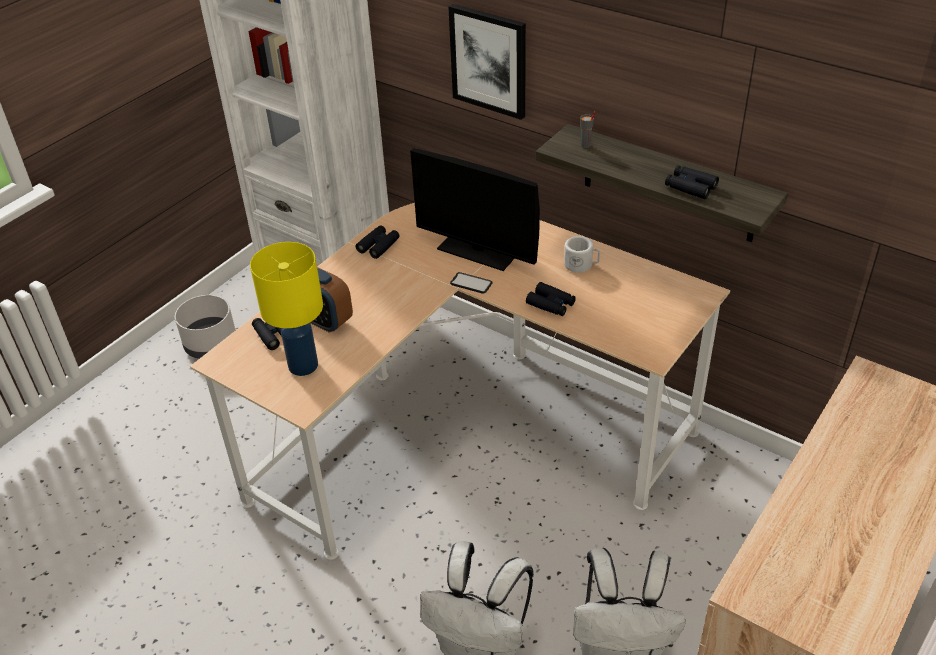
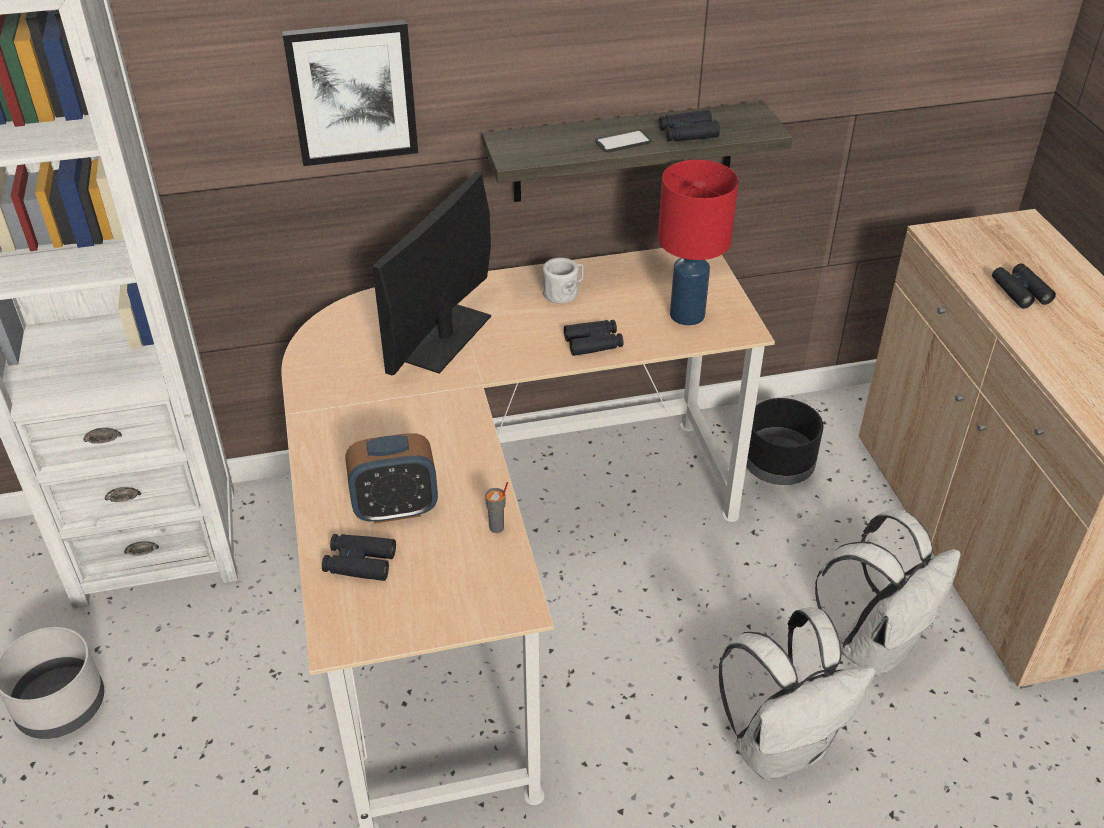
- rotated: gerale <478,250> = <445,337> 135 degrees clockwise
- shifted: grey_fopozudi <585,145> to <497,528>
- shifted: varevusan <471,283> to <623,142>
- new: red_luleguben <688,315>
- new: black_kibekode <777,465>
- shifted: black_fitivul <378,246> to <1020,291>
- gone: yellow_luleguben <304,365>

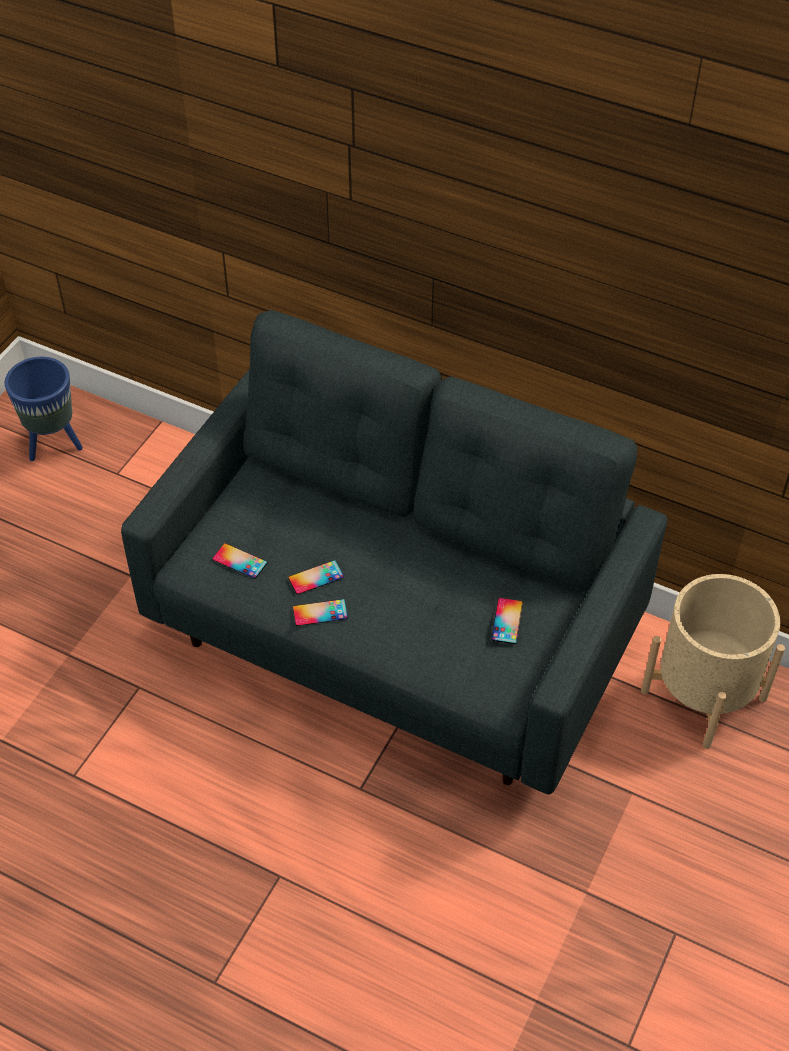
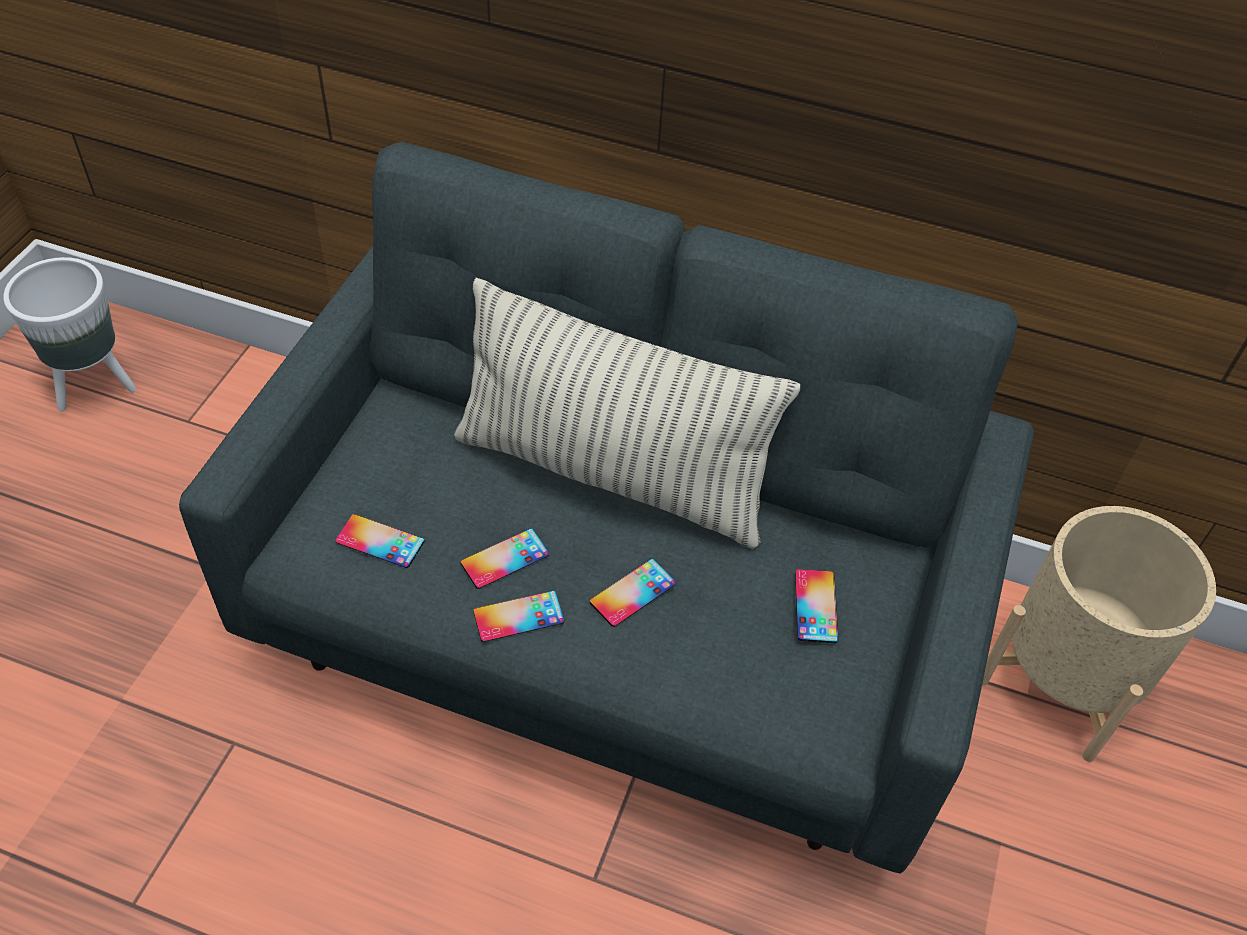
- repainted: blue_kibekode <54,444> to white_kibekode <95,386>
- new: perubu <612,474>
- new: varevusan <632,592>

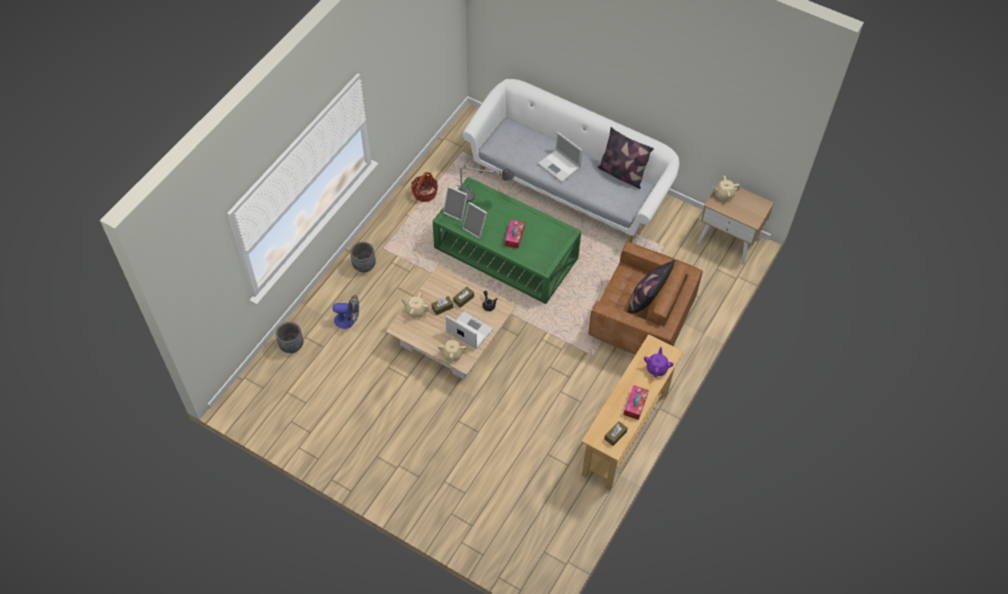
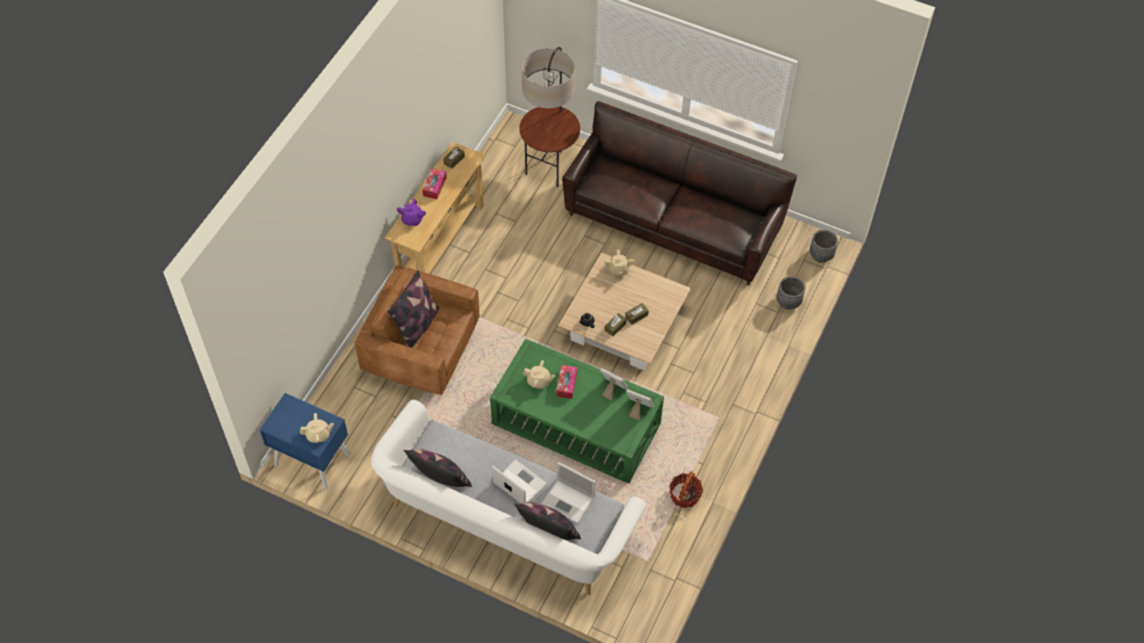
- repainted: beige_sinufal <728,241> to blue_sinufal <311,459>
- new: perubu <549,532>
- new: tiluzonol <550,167>
- shifted: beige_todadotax <416,310> to <539,381>
- shifted: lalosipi <468,330> to <569,500>
- new: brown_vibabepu <672,224>
- shifted: grey_kibekode <364,266> to <821,255>
- gone: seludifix <348,320>
- gone: luleguben <483,198>

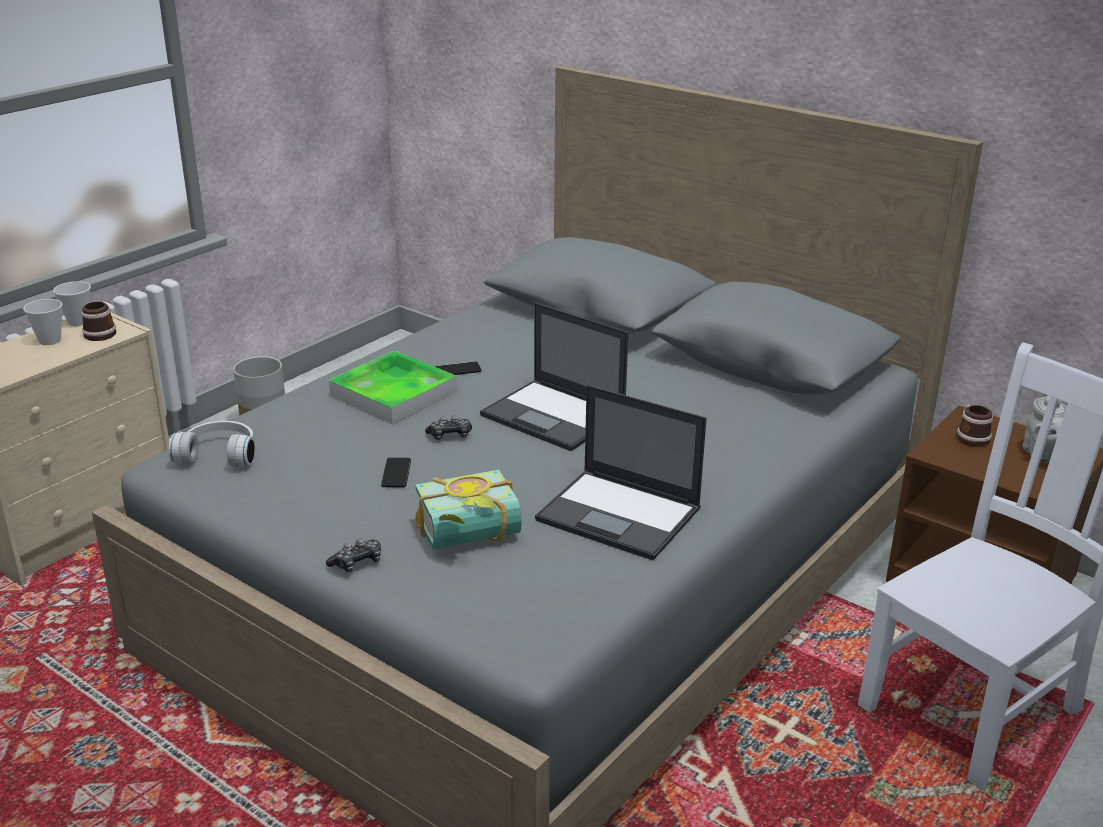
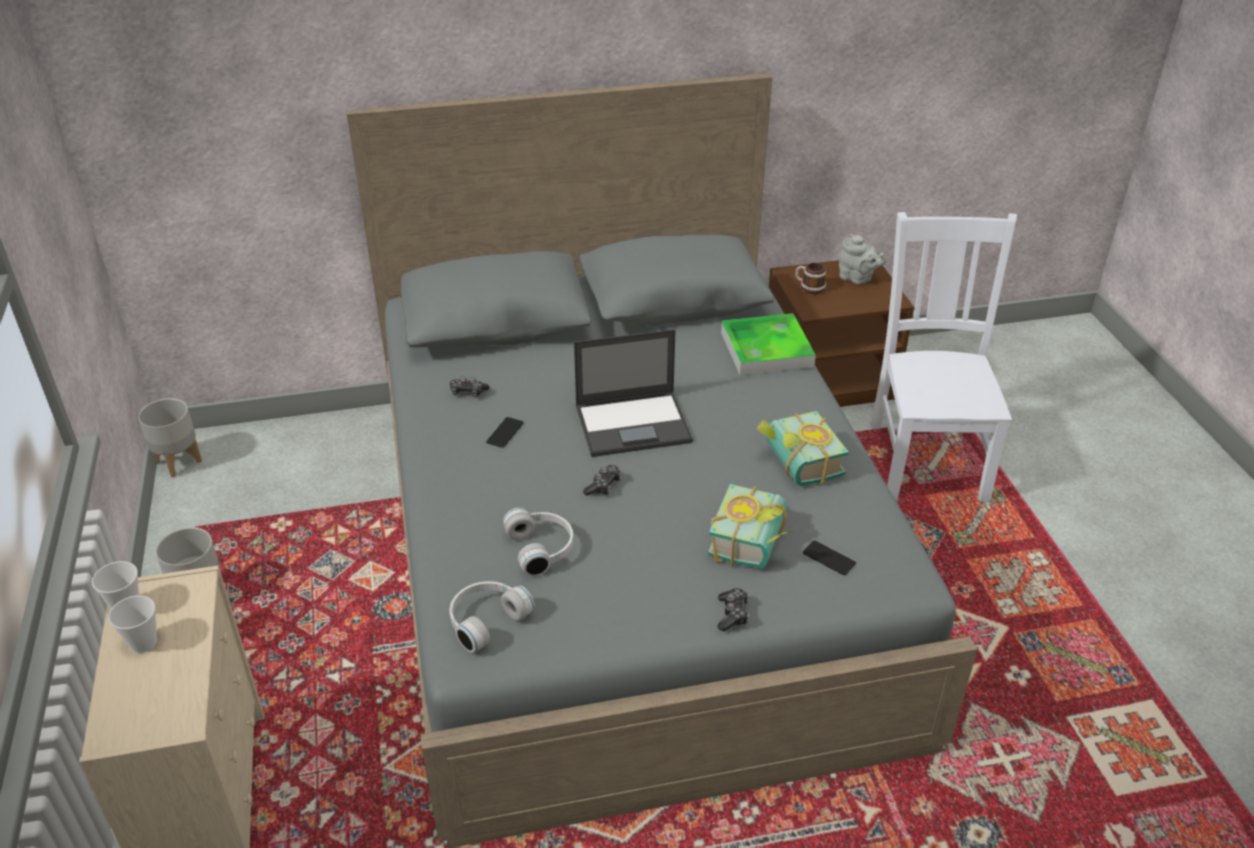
- new: grey_kibekode <178,461>
- new: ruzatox <468,392>
- new: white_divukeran <542,548>
- shifted: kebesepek <393,393> to <766,349>
- swapped: lalosipi <620,515> to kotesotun <796,465>
- shifted: varevusan <396,473> to <829,558>
- gone: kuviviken <101,333>

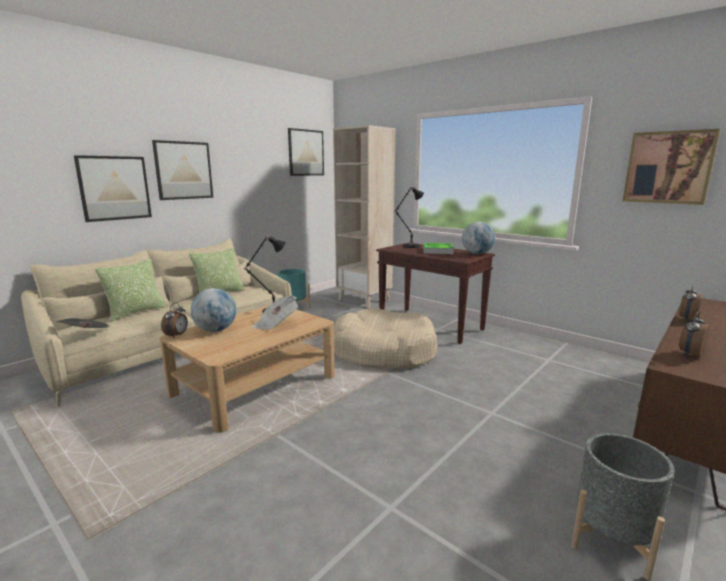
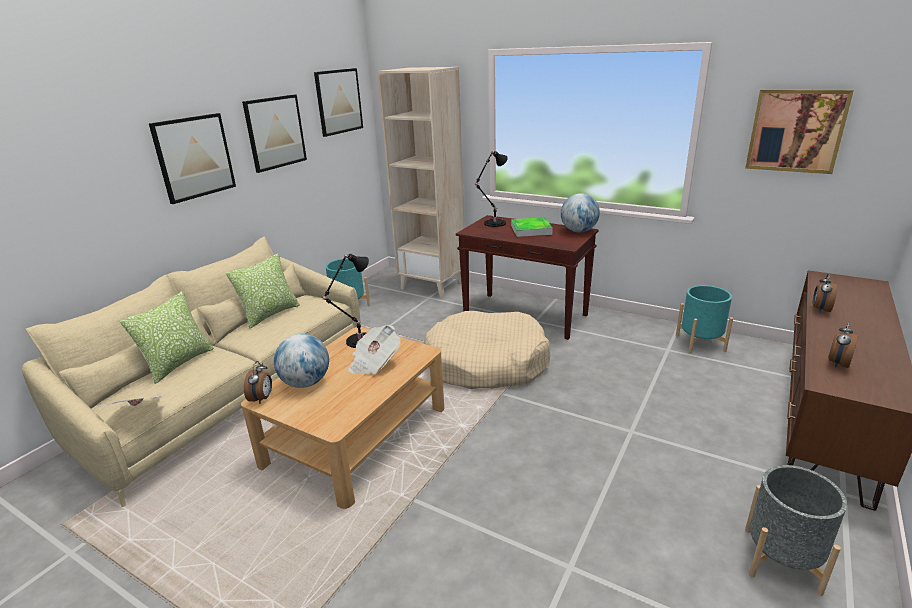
- shifted: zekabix <114,188> to <275,132>
- new: turquoise_kibekode <700,343>

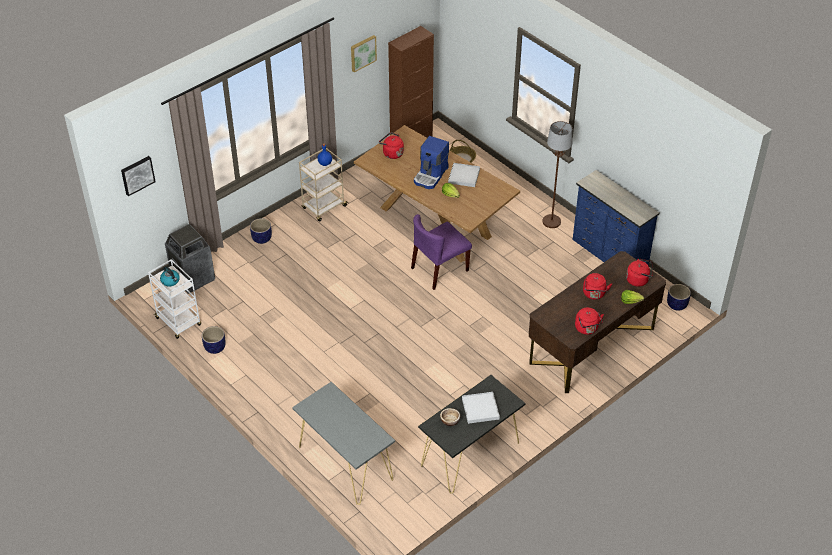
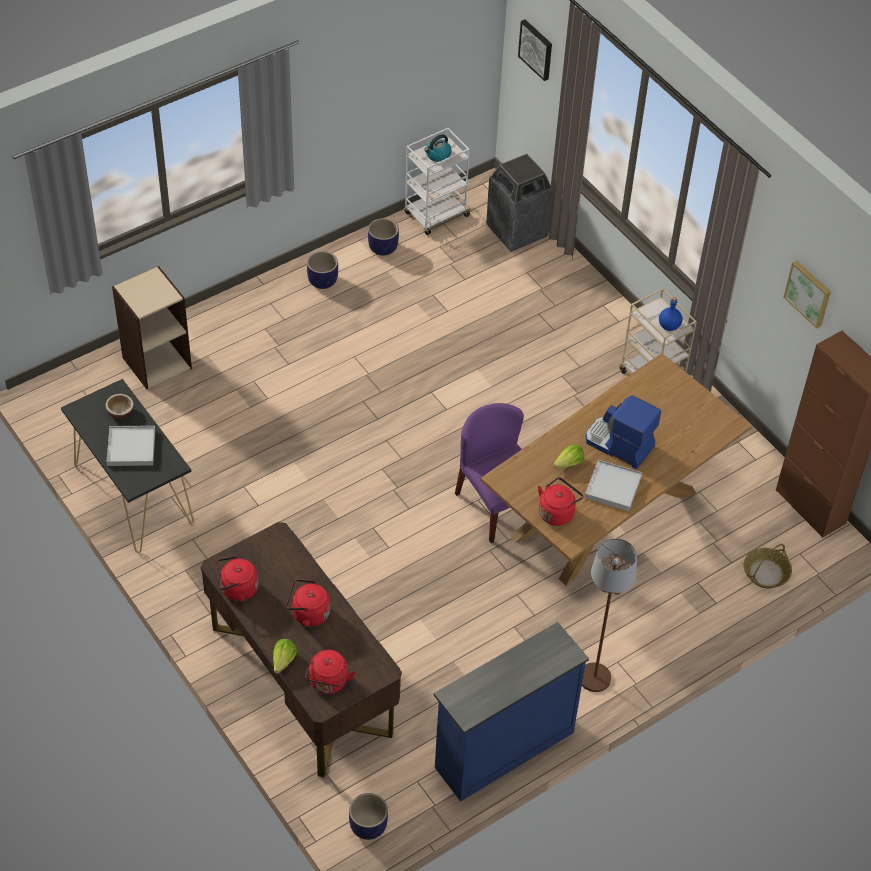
- swapped: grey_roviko <345,463> to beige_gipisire <156,362>
- shifted: kibekode <262,238> to <323,281>
- shifted: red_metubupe <391,153> to <557,512>

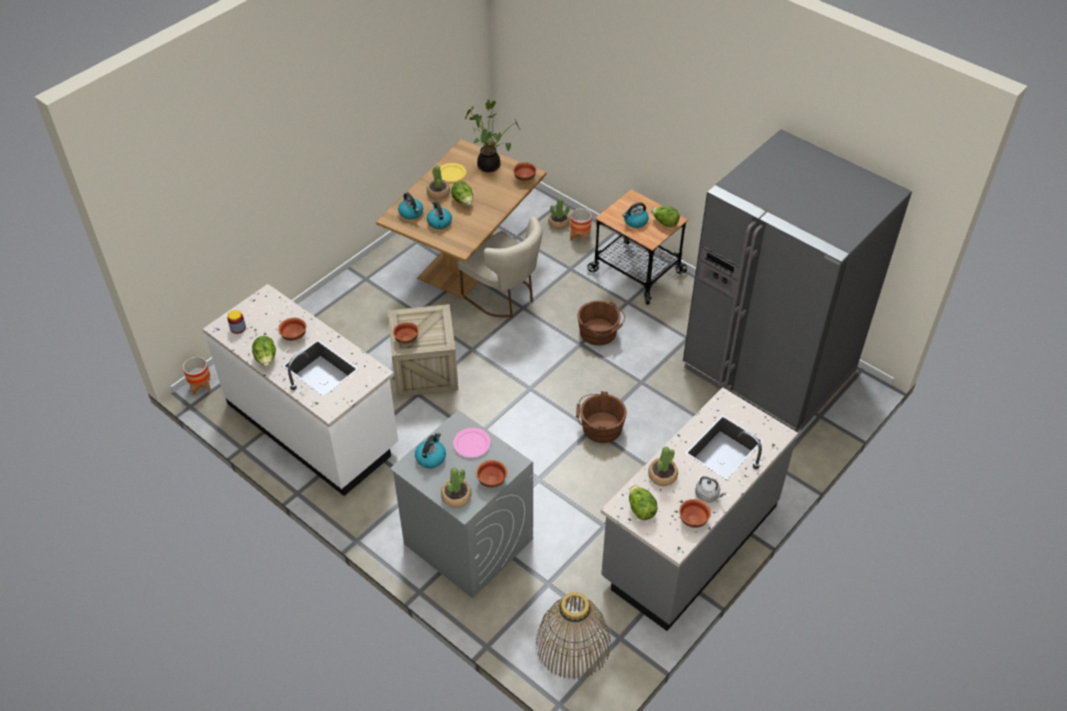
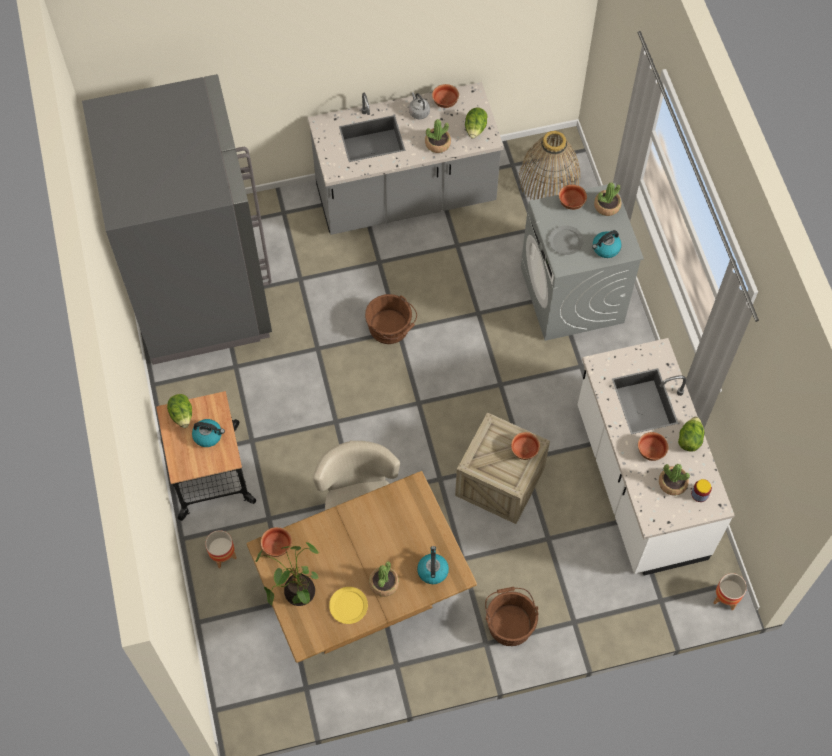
- shifted: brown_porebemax <600,333> to <509,622>
- repainted: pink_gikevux <472,444> to grey_gikevux <565,241>
- shifted: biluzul <558,223> to <672,483>
- gone: metubupe <439,222>
- gone: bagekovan <463,201>

